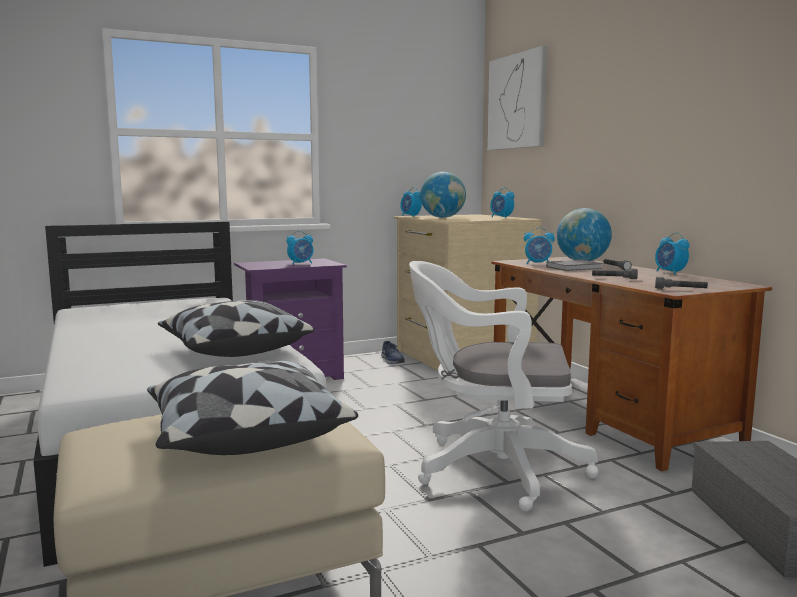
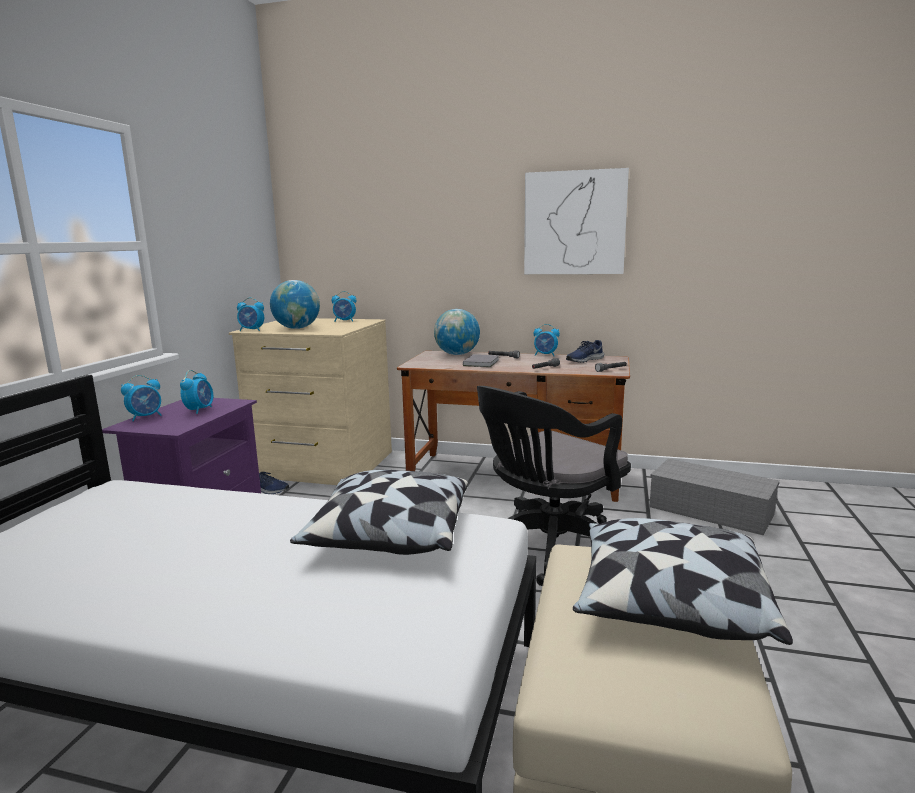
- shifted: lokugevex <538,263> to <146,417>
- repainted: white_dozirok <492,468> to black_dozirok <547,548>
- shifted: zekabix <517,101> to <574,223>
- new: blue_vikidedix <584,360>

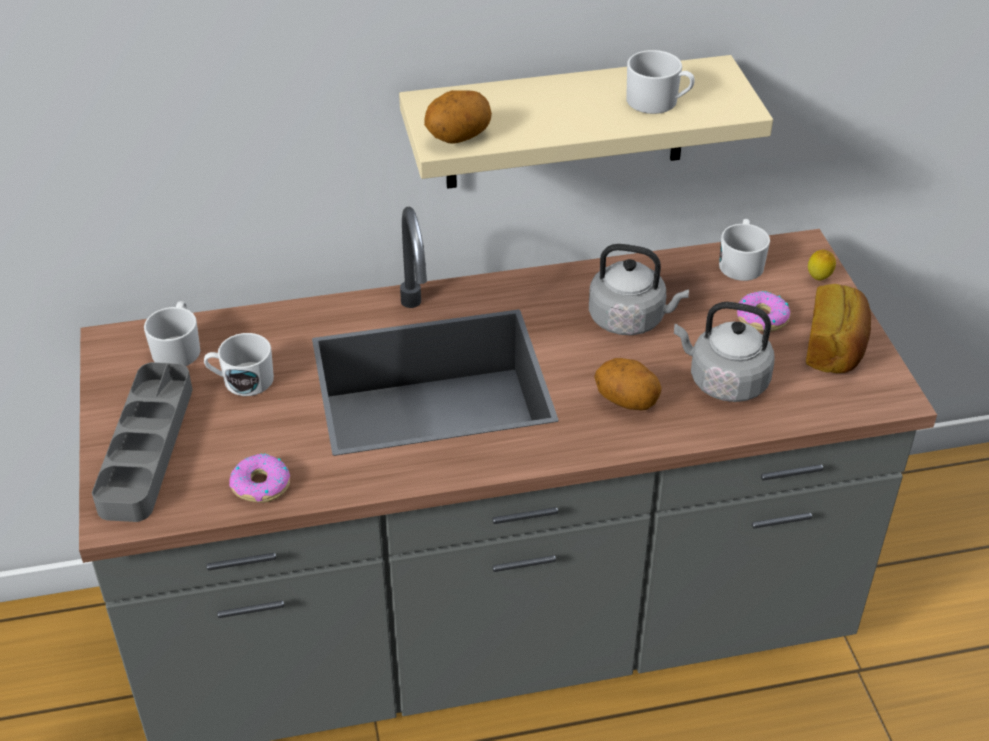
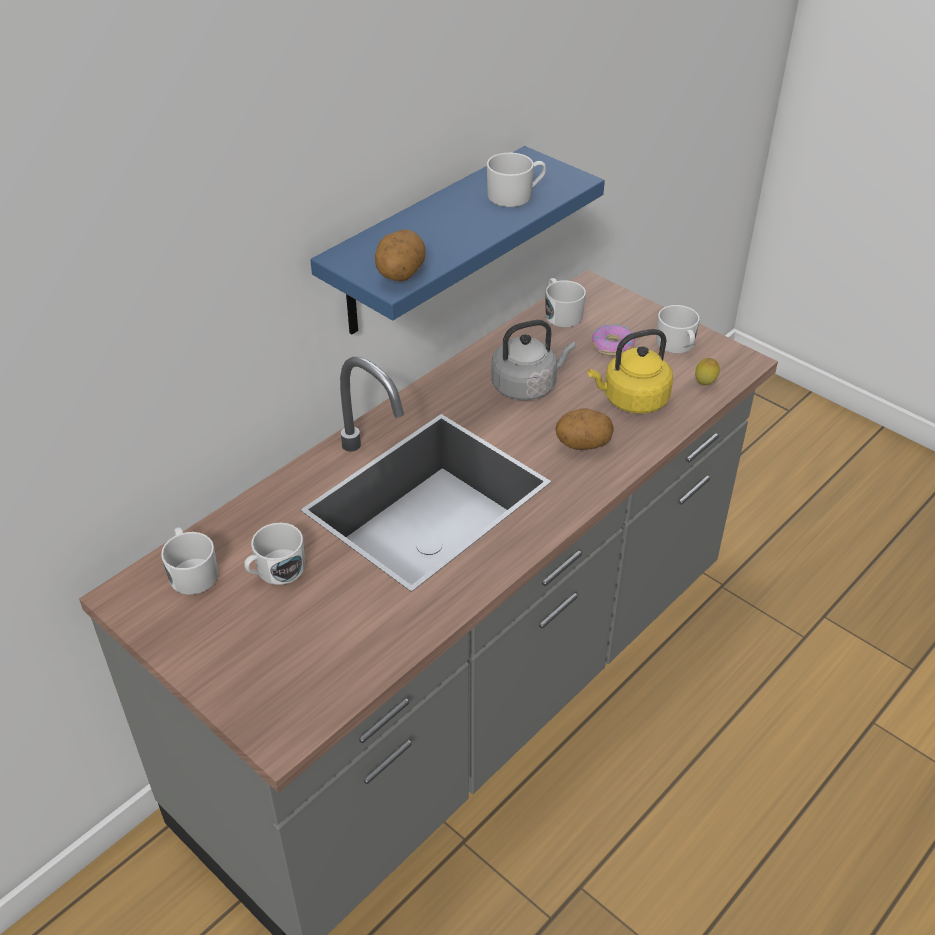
- repainted: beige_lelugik <566,123> to blue_lelugik <426,243>
- repainted: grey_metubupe <723,381> to yellow_metubupe <632,400>
- swapped: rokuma <835,348> to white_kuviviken <677,345>
- shifted: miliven <818,279> to <704,384>
- gone: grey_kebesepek <146,447>
- gone: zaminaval <261,485>

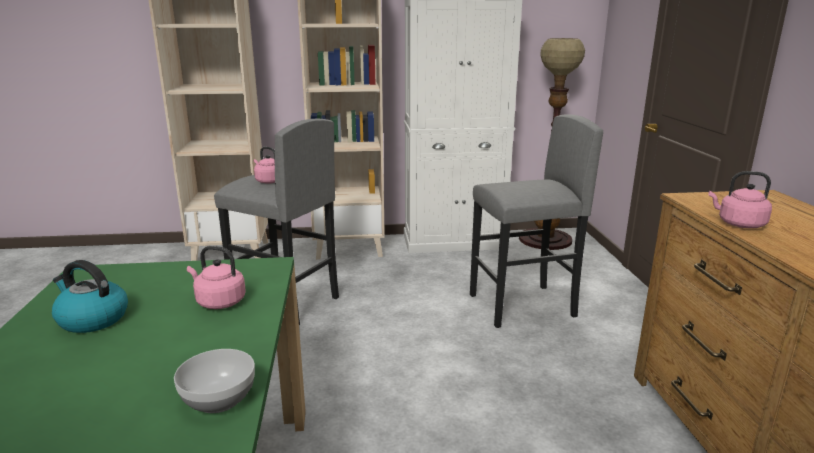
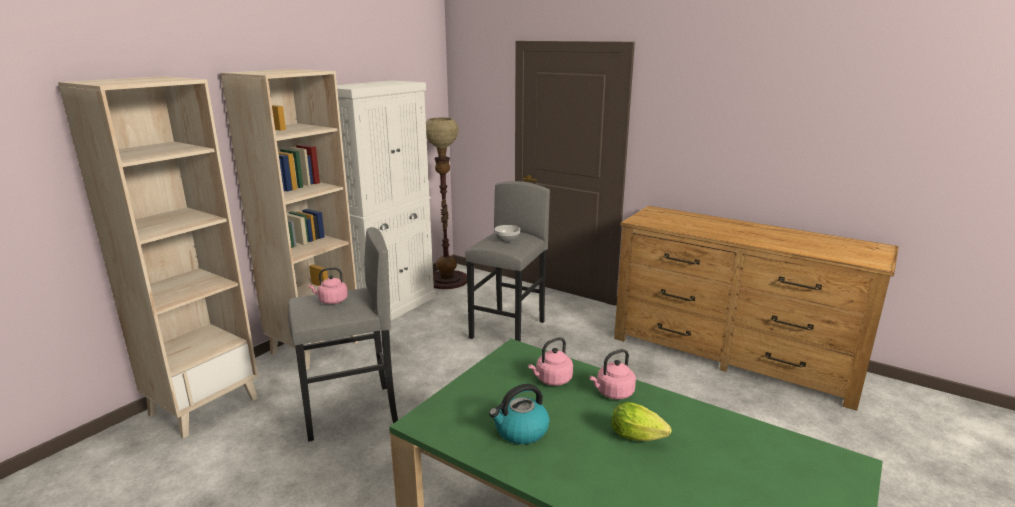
- shifted: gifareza <219,398> to <507,240>
- shifted: pink_metubupe <738,224> to <613,393>
- new: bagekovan <640,438>

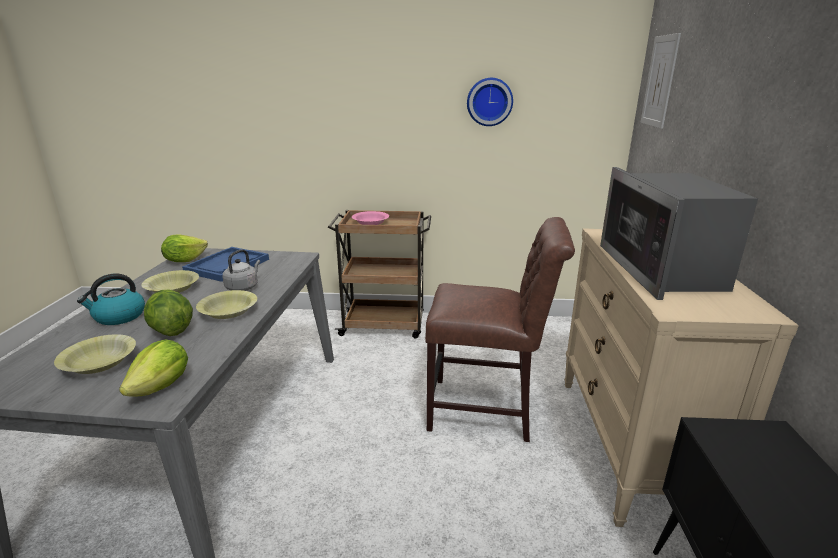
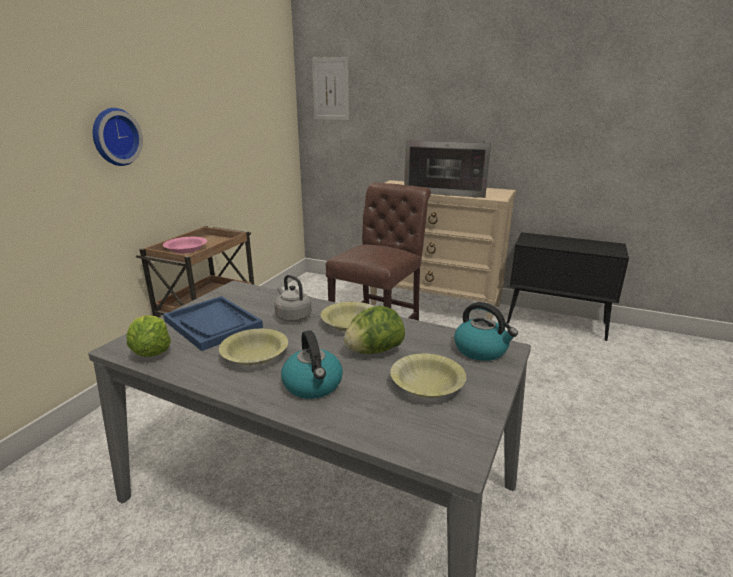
- shifted: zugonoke <489,102> to <114,137>
- swapped: bagekovan <162,386> to metubupe <481,350>

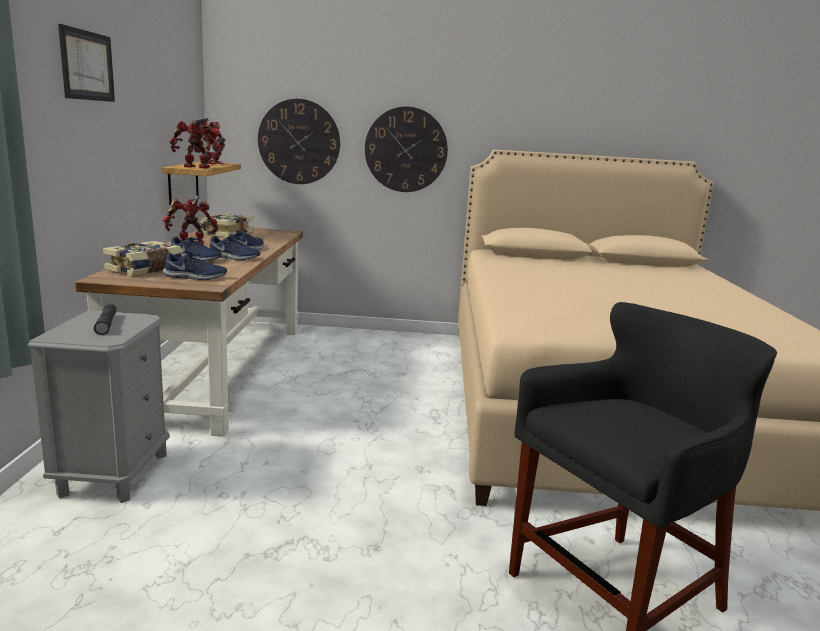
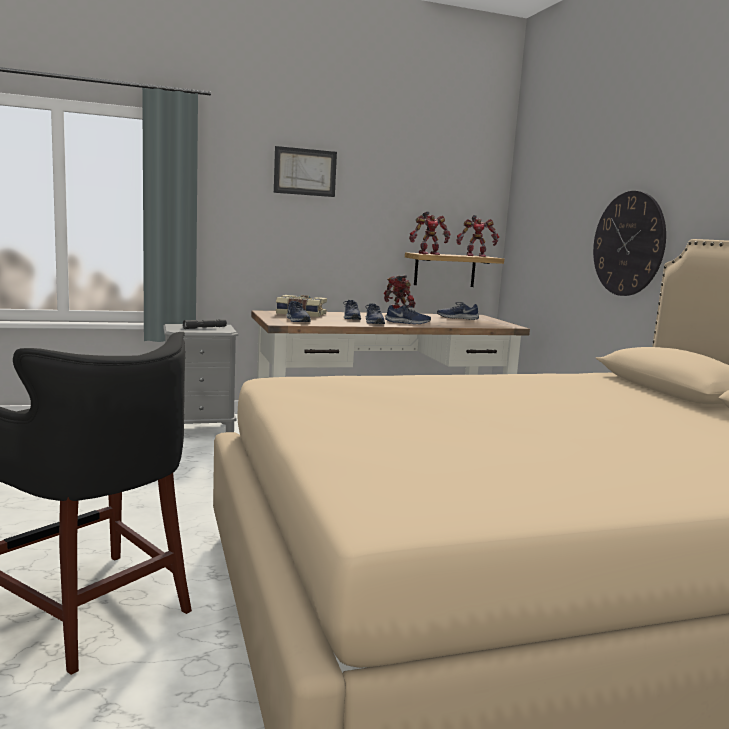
- rotated: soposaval <196,167> = <428,254> 90 degrees clockwise
- swapped: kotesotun <226,233> to blue_vikidedix <457,318>
- gone: zugonoke <299,142>

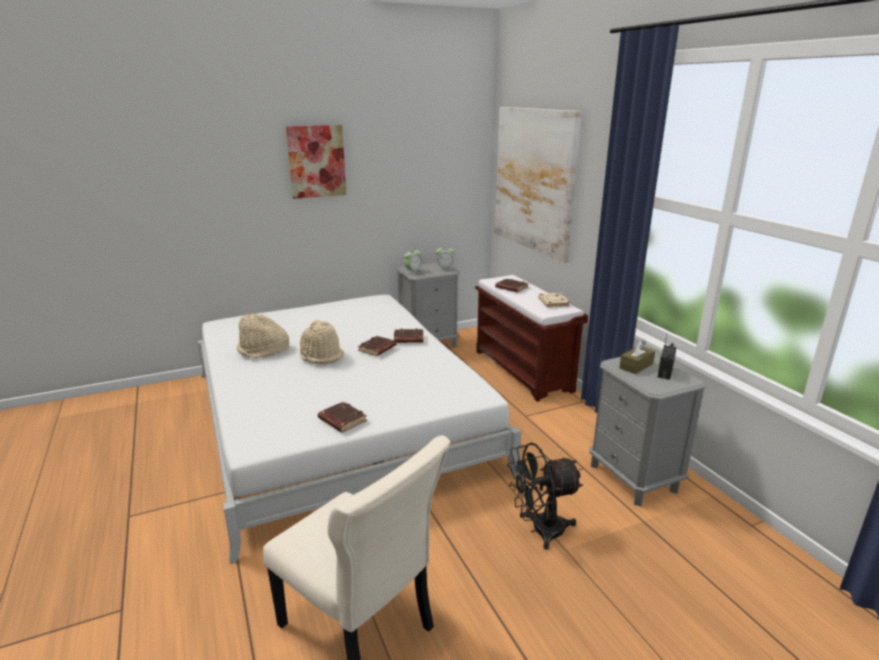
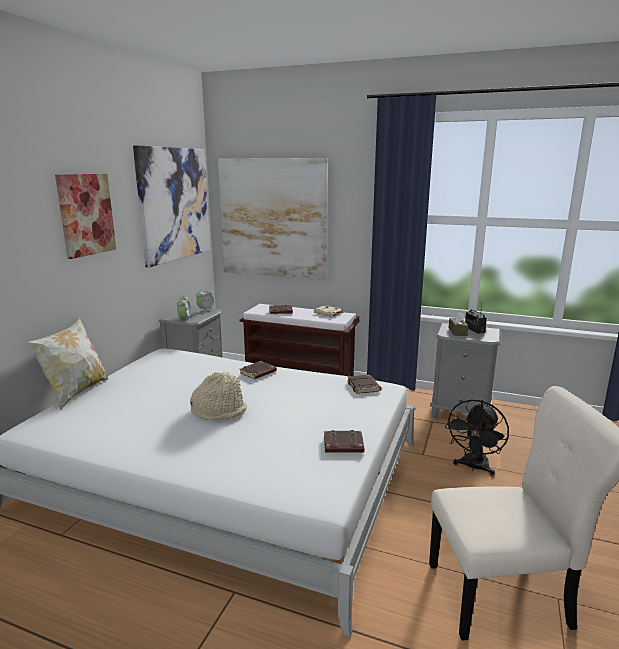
- new: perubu <76,392>
- new: zekabix <174,204>
- shifted: brown_kotesotun <377,349> to <364,387>
- gone: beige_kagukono <263,350>

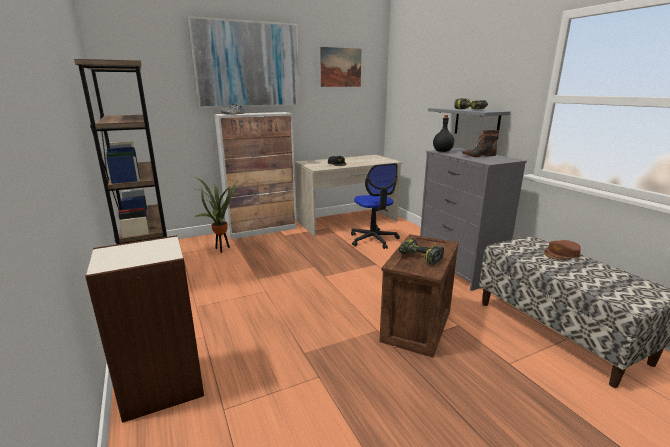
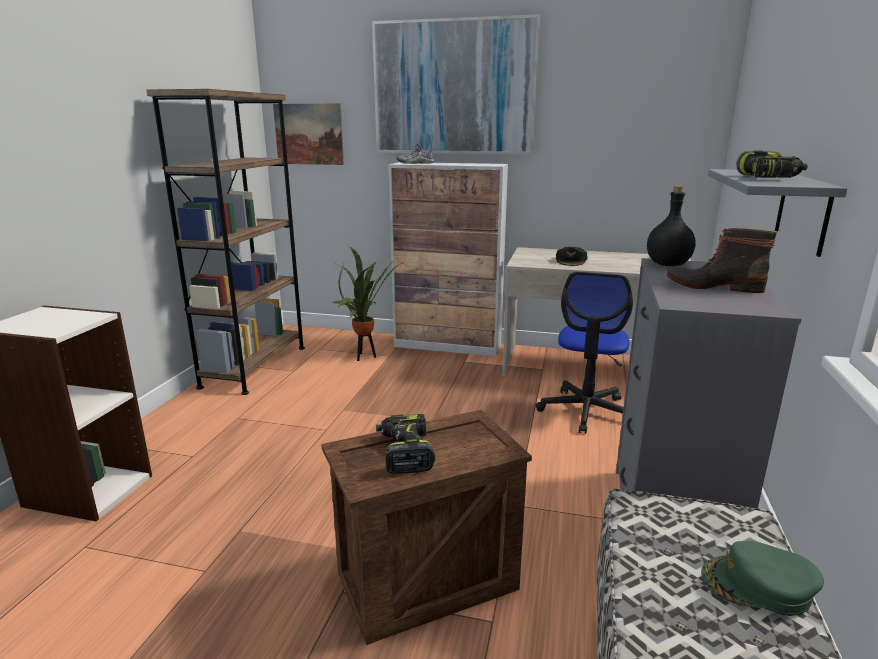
- shifted: zekabix <340,67> to <309,134>
- repainted: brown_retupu <561,254> to green_retupu <758,586>

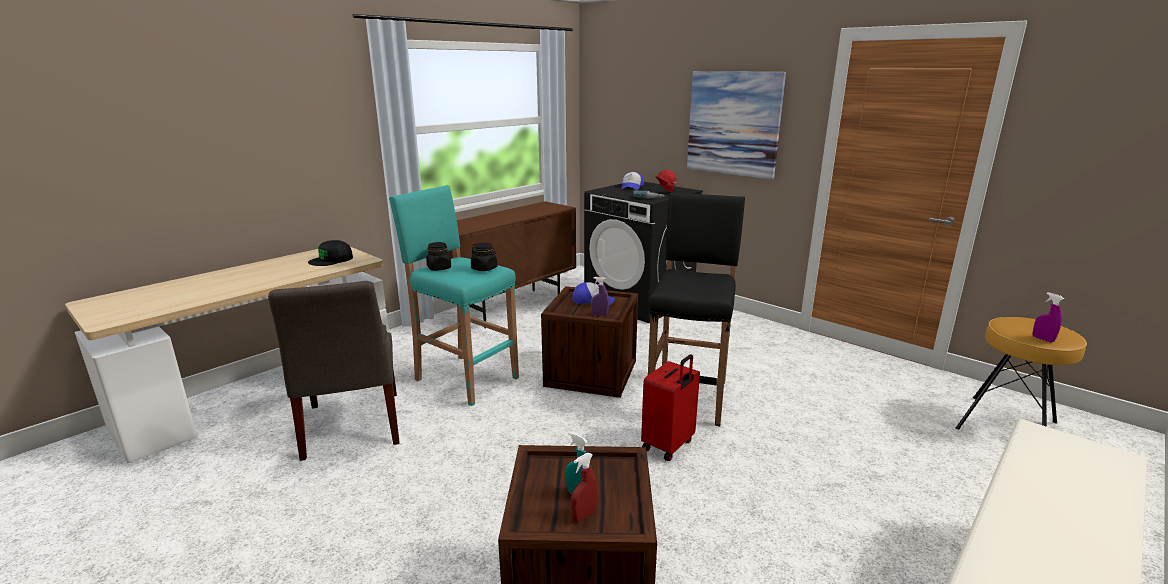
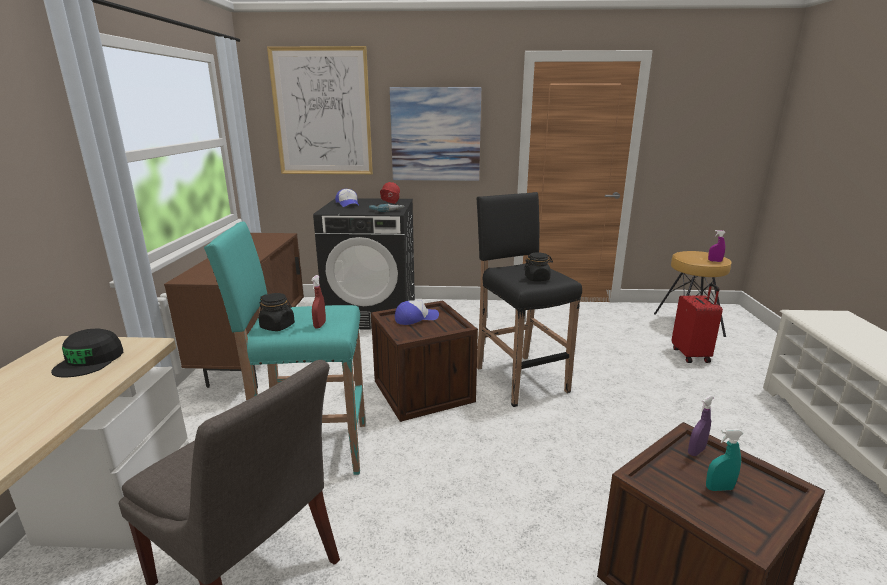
- new: zekabix <322,112>
- shifted: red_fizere <584,516> to <320,325>
- shifted: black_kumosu <484,268> to <537,278>
- shifted: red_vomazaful <669,445> to <691,355>
- shifted: purple_fizere <599,314> to <696,451>

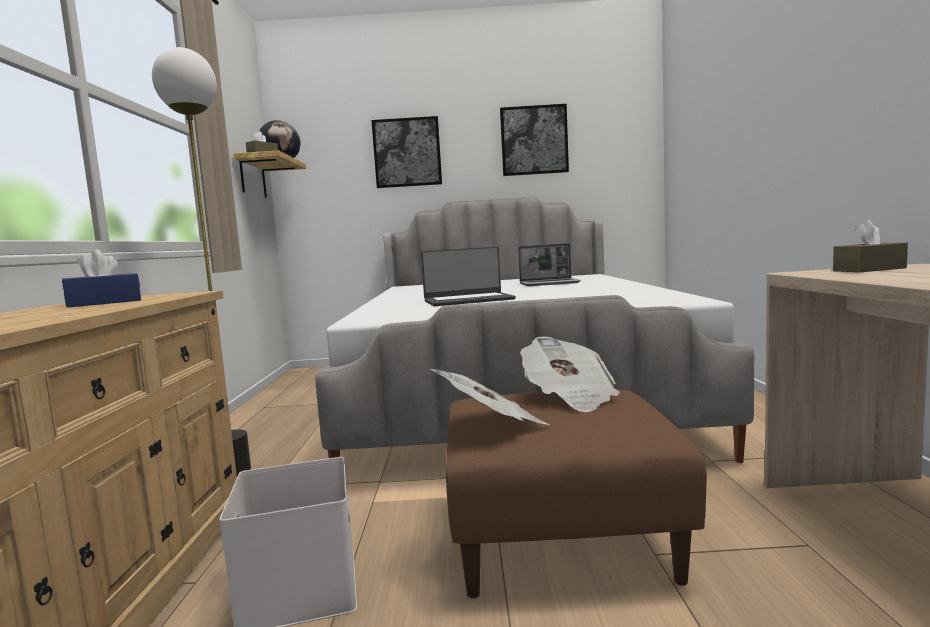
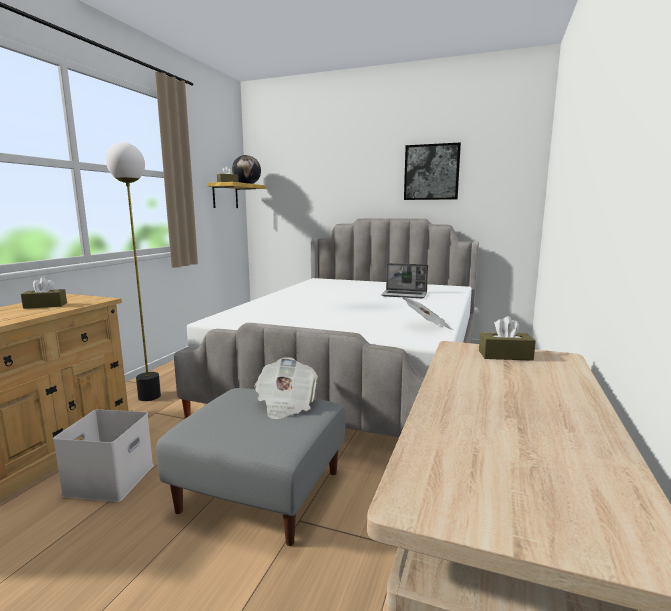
- repainted: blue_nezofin <104,303> to brown_nezofin <45,305>
- repainted: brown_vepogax <560,536> to grey_vepogax <262,490>
- shifted: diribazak <492,426> to <427,327>
- gone: zekabix <407,152>
- gone: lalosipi <468,300>

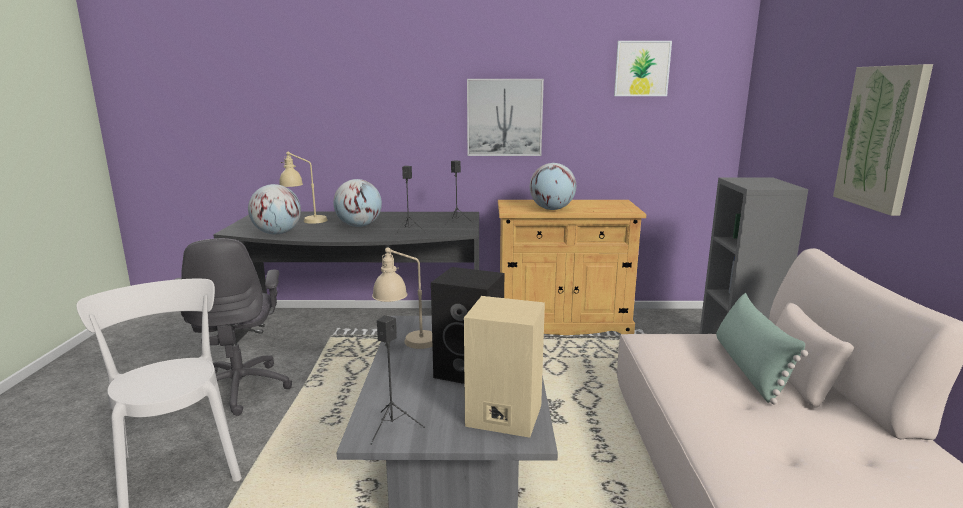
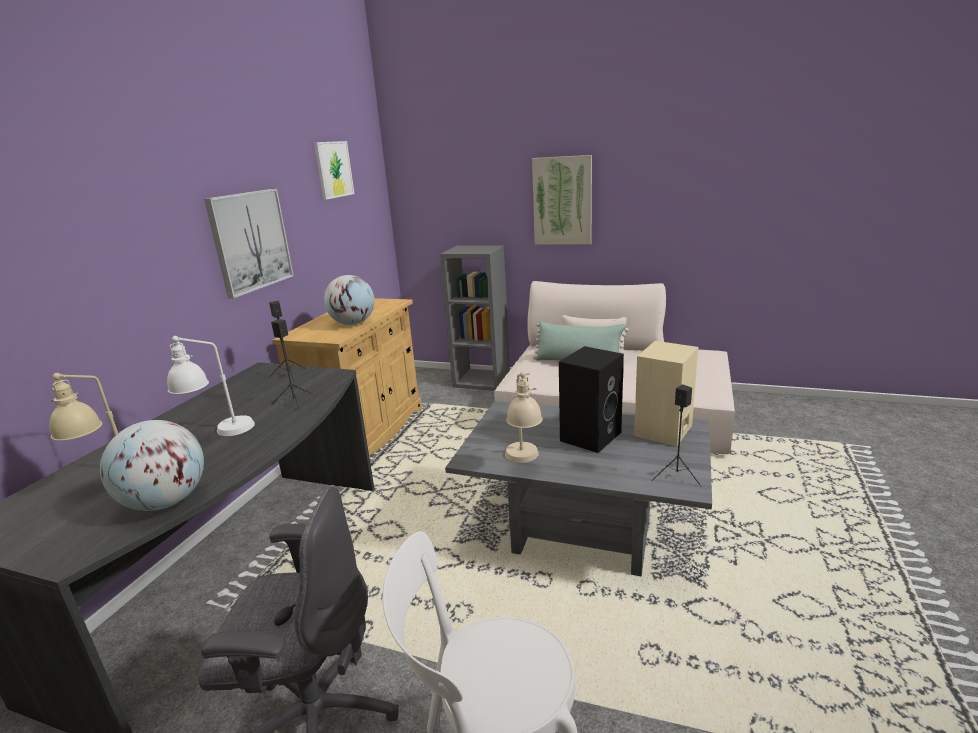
- swapped: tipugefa <359,226> to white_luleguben <220,433>

